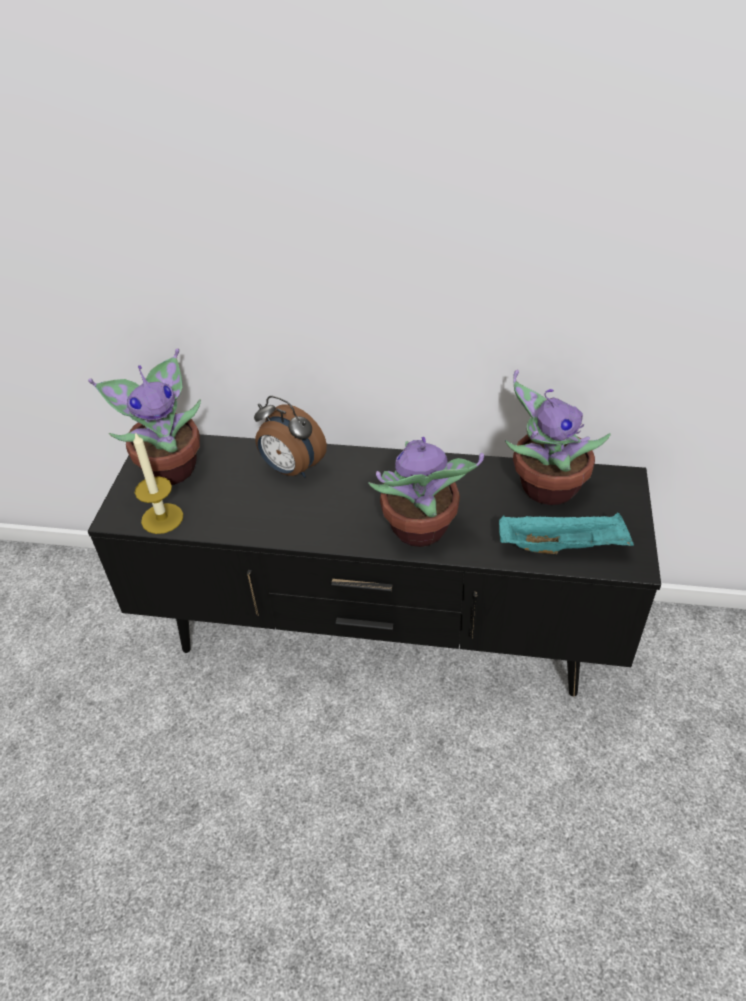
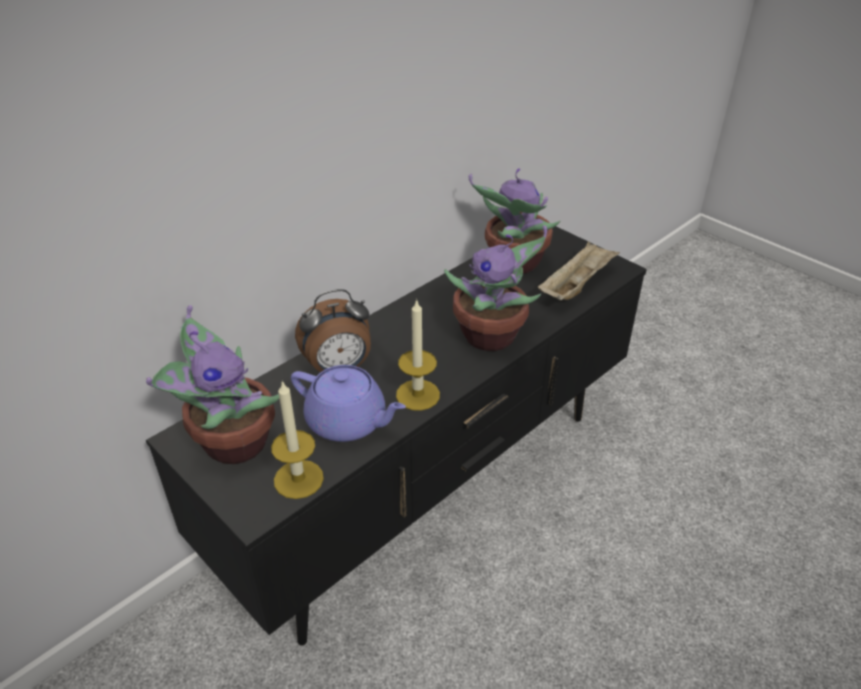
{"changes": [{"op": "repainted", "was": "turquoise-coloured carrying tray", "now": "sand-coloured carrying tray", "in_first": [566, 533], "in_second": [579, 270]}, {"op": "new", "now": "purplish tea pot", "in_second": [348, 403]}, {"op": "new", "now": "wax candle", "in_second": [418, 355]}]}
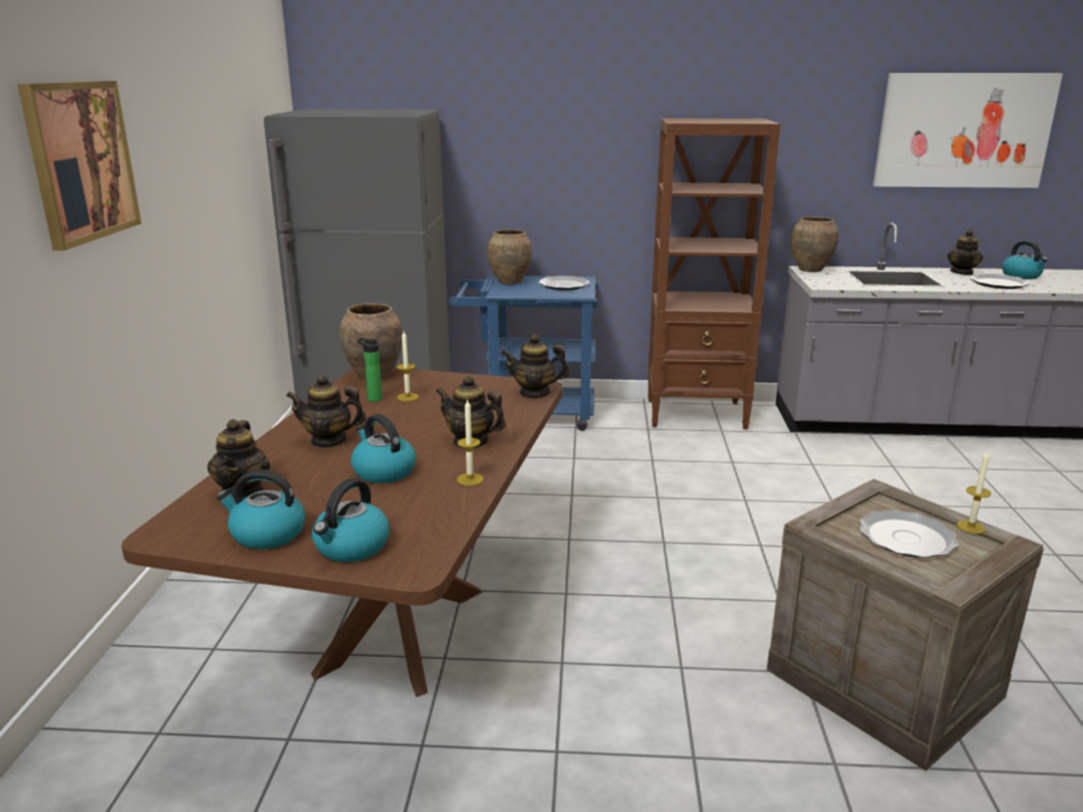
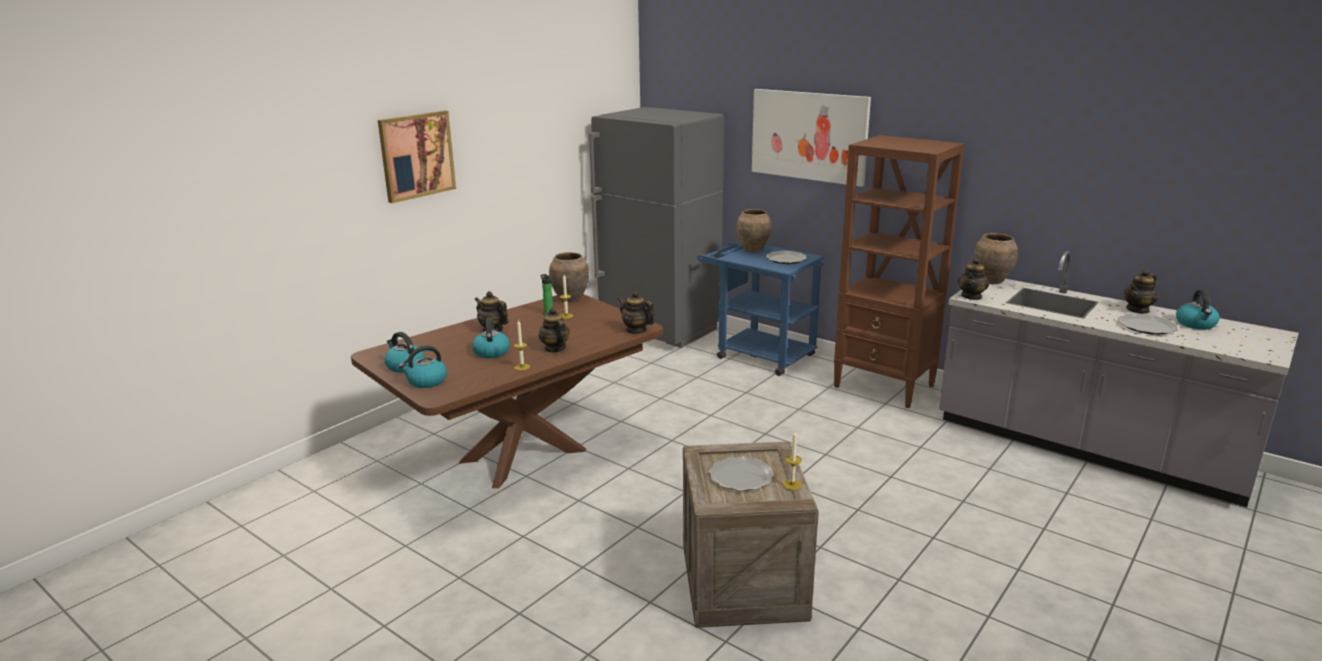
{"changes": [{"op": "shifted", "was": "tea pot", "in_first": [238, 458], "in_second": [973, 279]}, {"op": "shifted", "was": "picture", "in_first": [968, 130], "in_second": [811, 138]}]}
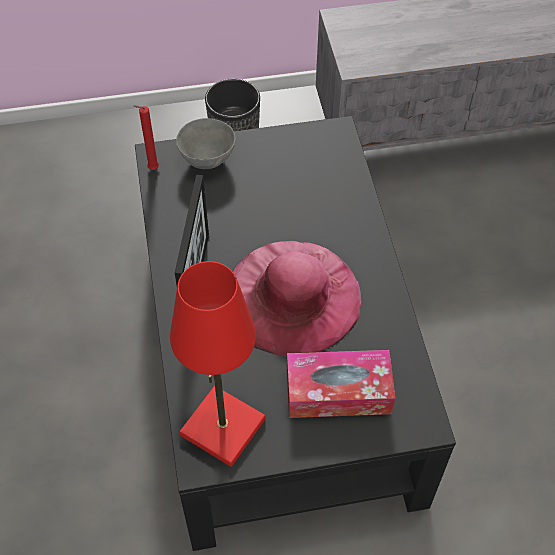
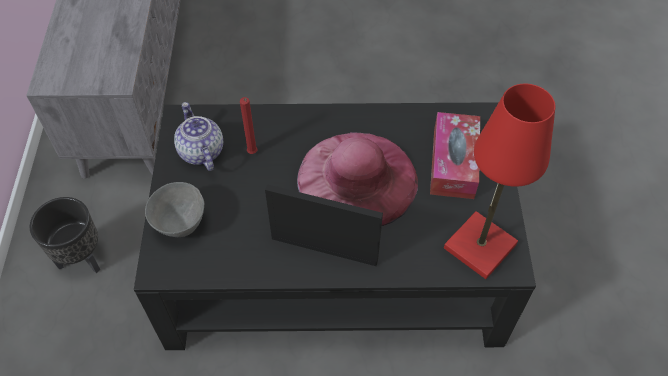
{"changes": [{"op": "shifted", "was": "reddish wax candle", "in_first": [146, 137], "in_second": [248, 125]}, {"op": "new", "now": "tea pot", "in_second": [198, 136]}]}
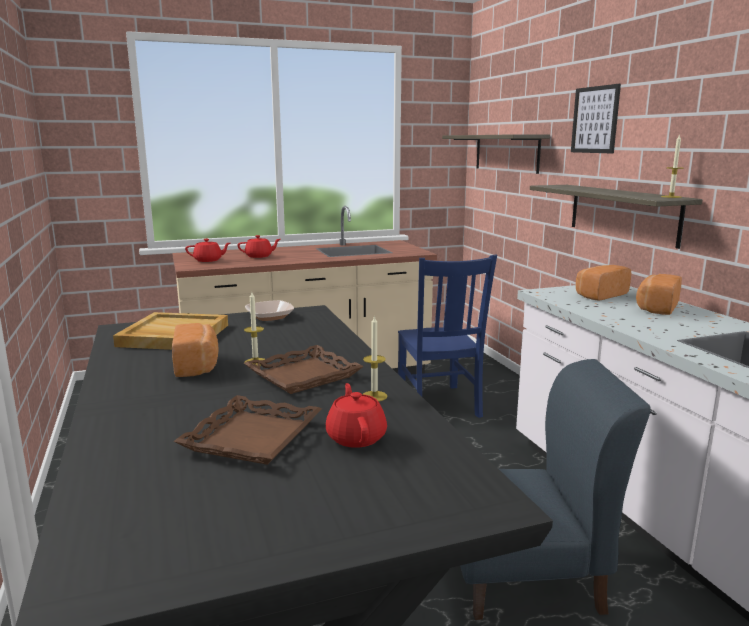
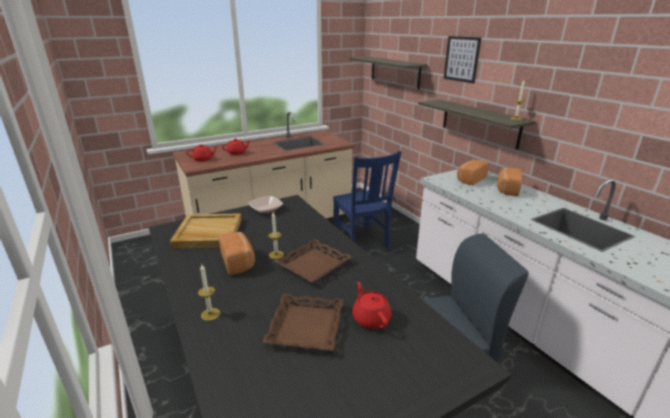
{"changes": [{"op": "shifted", "was": "wax candle", "in_first": [375, 358], "in_second": [209, 292]}]}
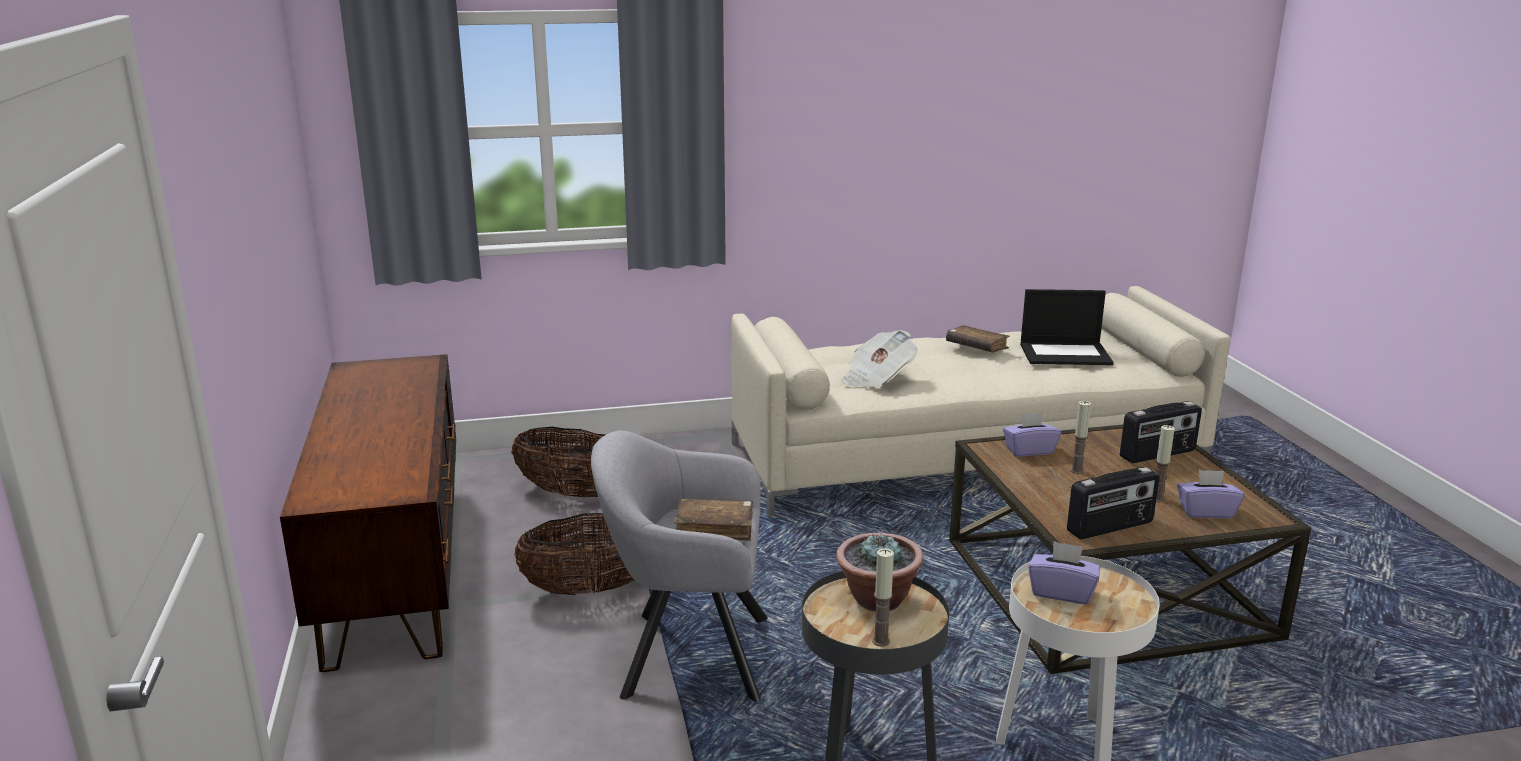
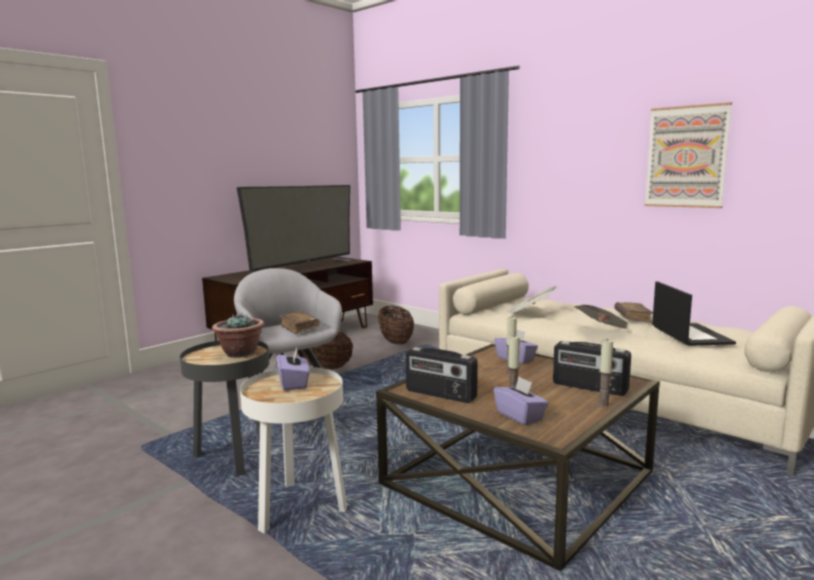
{"changes": [{"op": "shifted", "was": "wax candle", "in_first": [883, 598], "in_second": [605, 373]}, {"op": "rotated", "was": "portable computer", "in_first": [1067, 327], "in_second": [694, 314], "clockwise": -150}, {"op": "new", "now": "television", "in_second": [294, 228]}, {"op": "new", "now": "daily paper", "in_second": [601, 317]}, {"op": "new", "now": "picture", "in_second": [688, 155]}]}
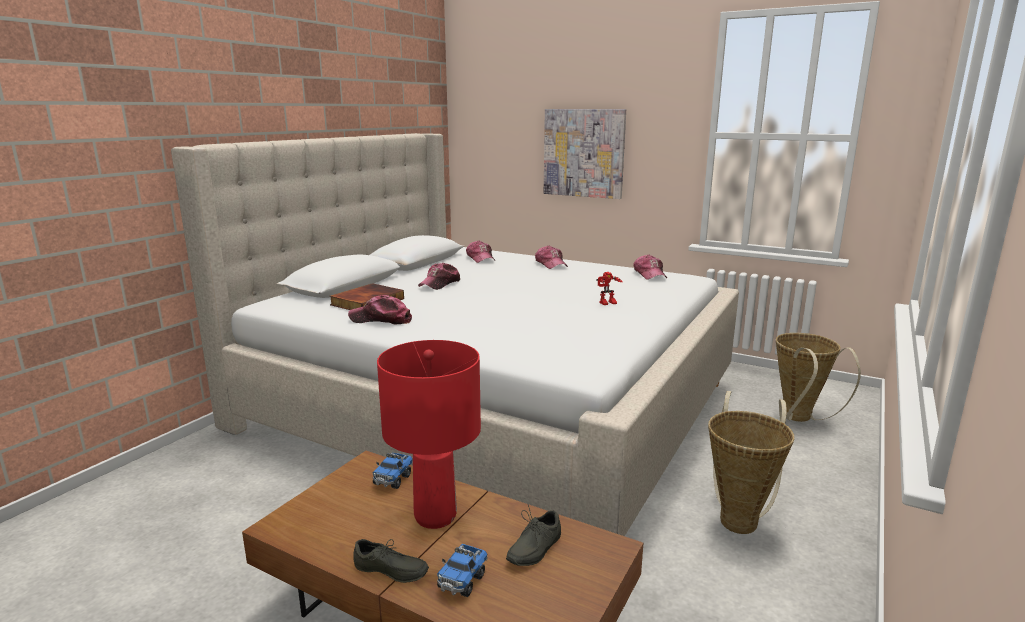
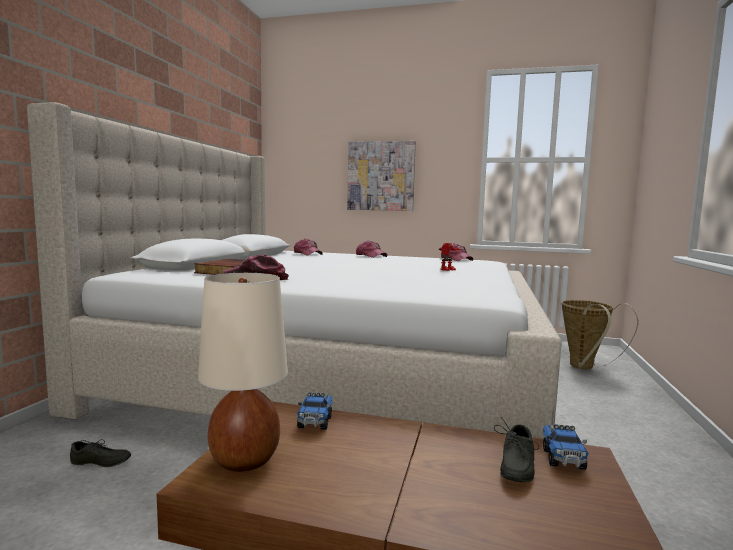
{"changes": [{"op": "shifted", "was": "gray low shoe", "in_first": [391, 561], "in_second": [100, 453]}, {"op": "gone", "was": "reddish tabletop lamp", "in_first": [429, 434]}, {"op": "gone", "was": "baseball cap", "in_first": [439, 276]}, {"op": "shifted", "was": "toy truck", "in_first": [462, 570], "in_second": [566, 447]}, {"op": "gone", "was": "basket", "in_first": [751, 462]}, {"op": "new", "now": "sand-coloured tabletop lamp", "in_second": [243, 372]}]}
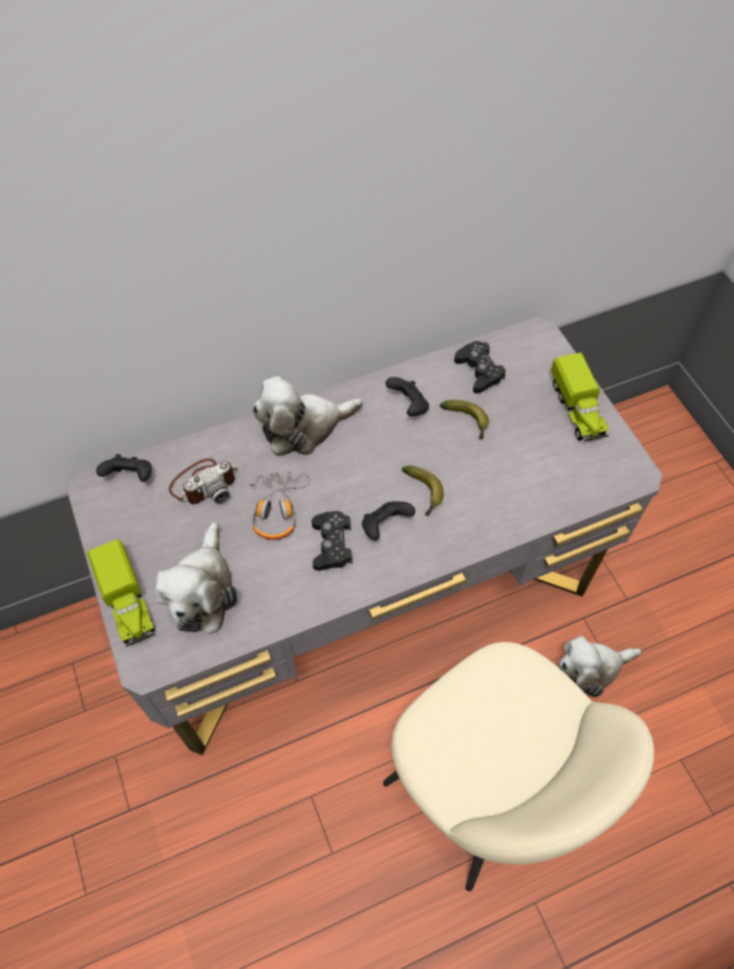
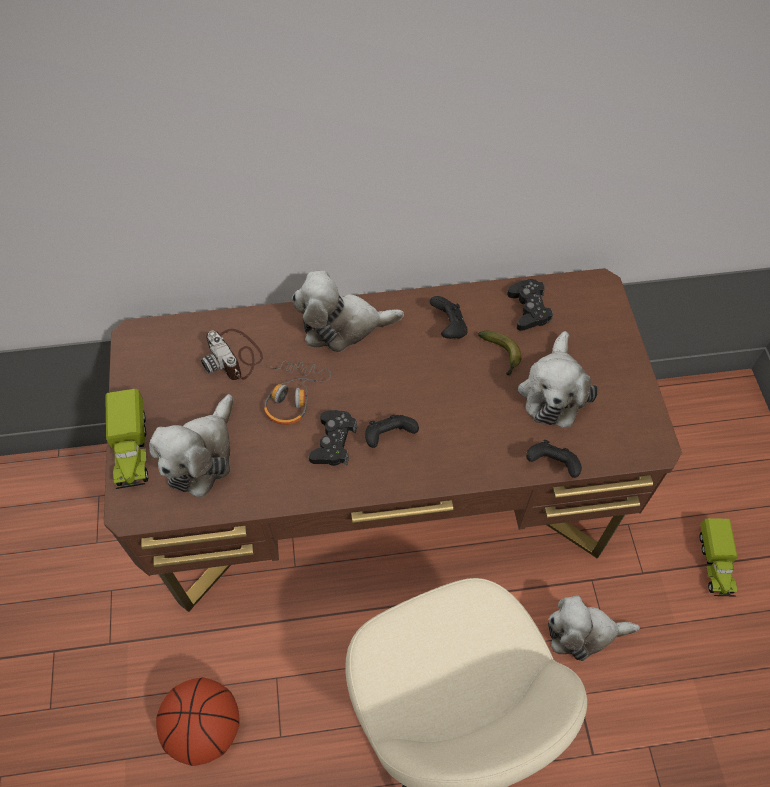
{"changes": [{"op": "repainted", "was": "gray desk table", "now": "brown desk table", "in_first": [364, 536], "in_second": [393, 440]}, {"op": "shifted", "was": "black-coloured game controller", "in_first": [124, 468], "in_second": [554, 459]}, {"op": "rotated", "was": "photo camera", "in_first": [203, 481], "in_second": [232, 354], "clockwise": 75}, {"op": "gone", "was": "whole banana", "in_first": [423, 491]}, {"op": "shifted", "was": "toy truck", "in_first": [580, 397], "in_second": [719, 557]}, {"op": "new", "now": "basketball ball", "in_second": [198, 722]}, {"op": "new", "now": "cuddly toy", "in_second": [558, 379]}]}
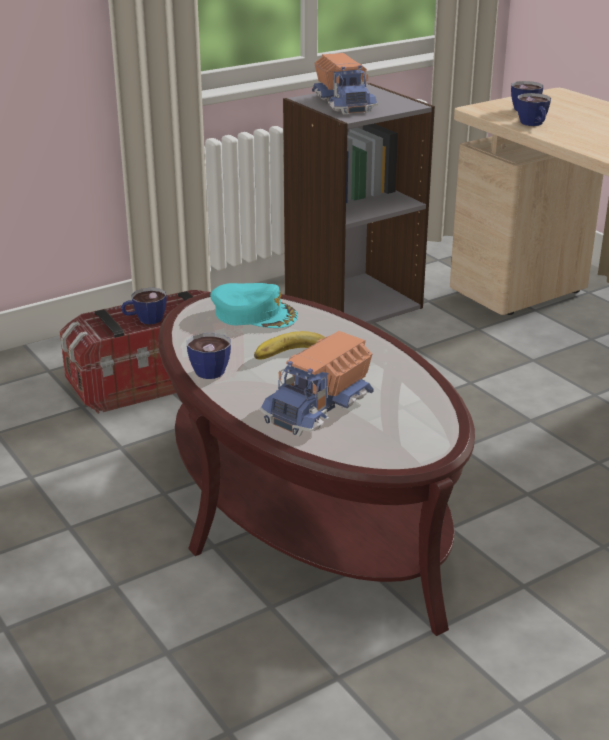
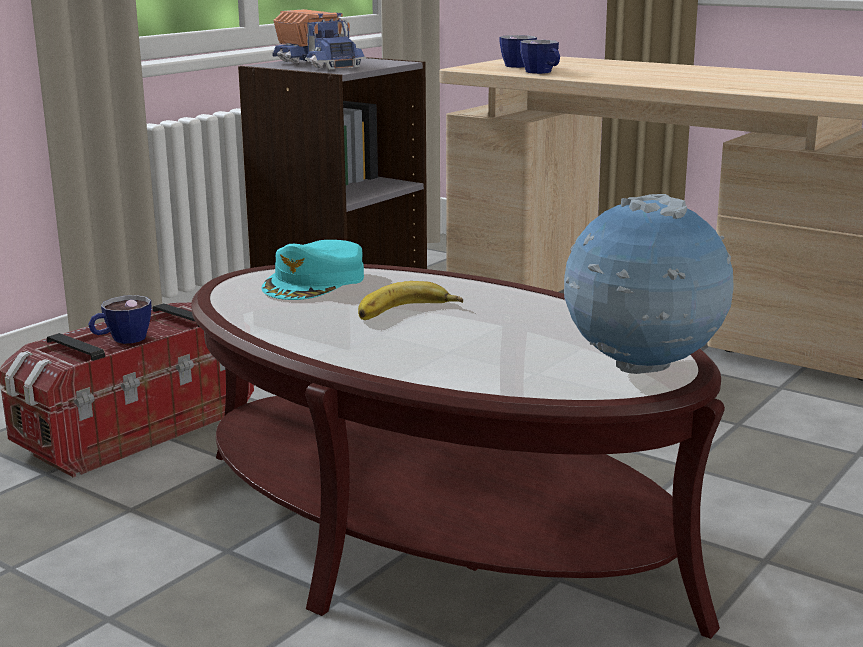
{"changes": [{"op": "gone", "was": "small cup", "in_first": [209, 356]}, {"op": "rotated", "was": "turquoise-coloured baseball cap", "in_first": [254, 305], "in_second": [312, 270], "clockwise": 120}, {"op": "gone", "was": "toy truck", "in_first": [317, 383]}, {"op": "new", "now": "world globe", "in_second": [649, 284]}]}
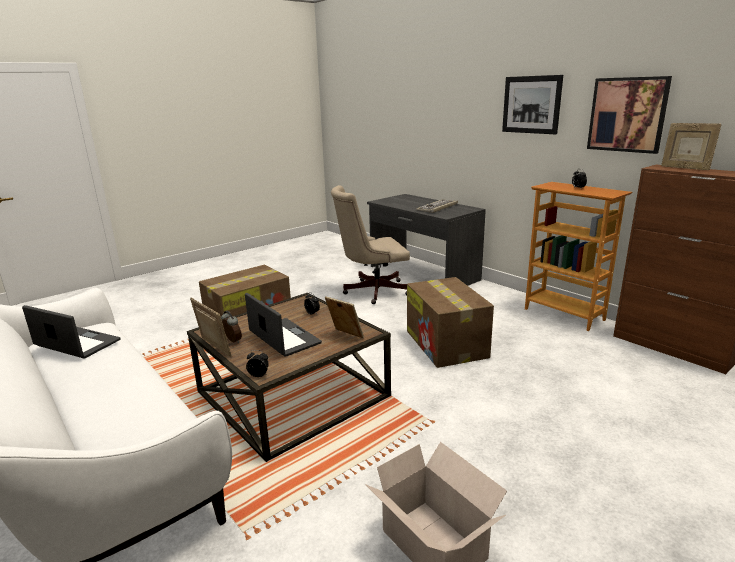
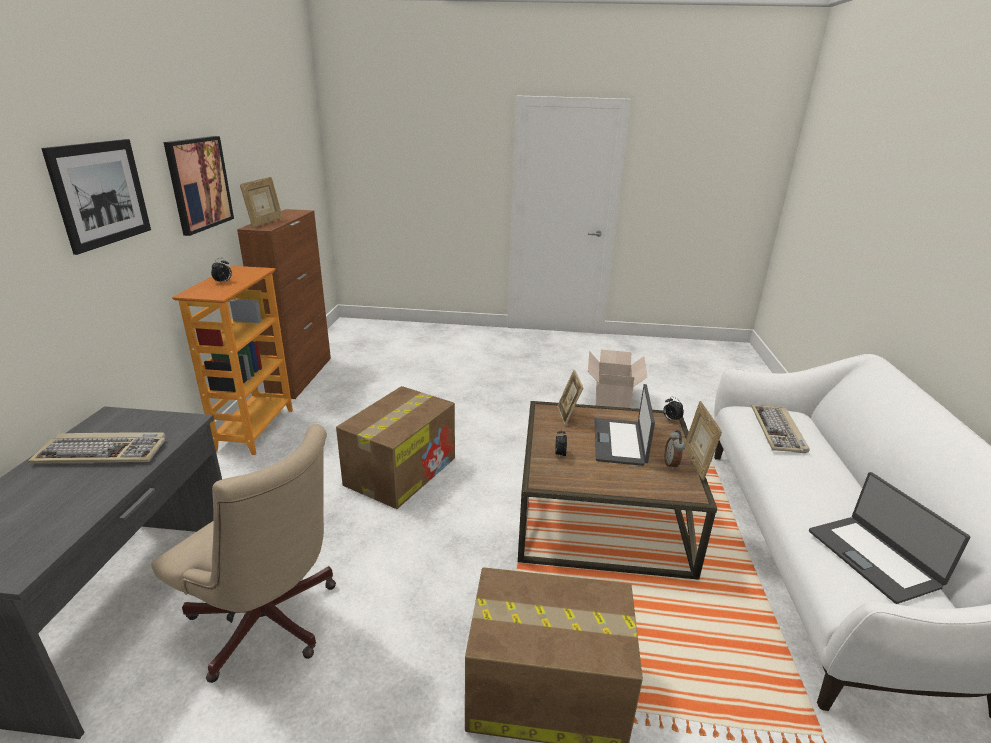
{"changes": [{"op": "new", "now": "computer keyboard", "in_second": [780, 429]}]}
